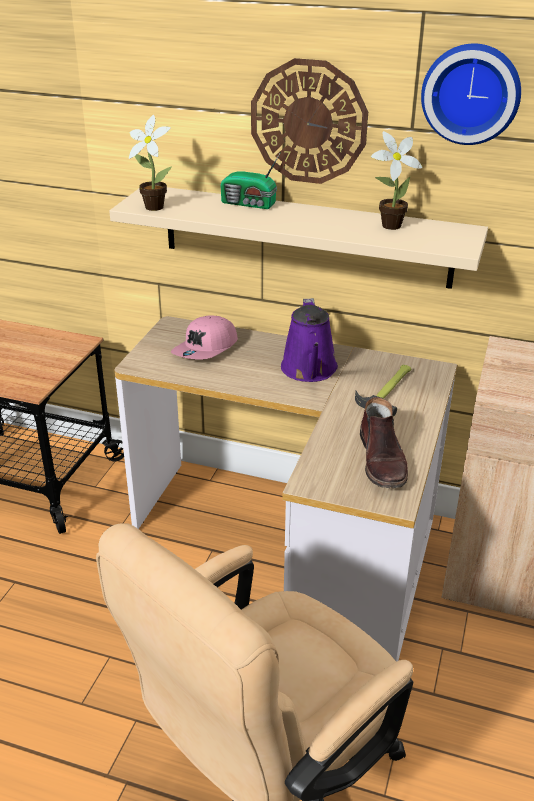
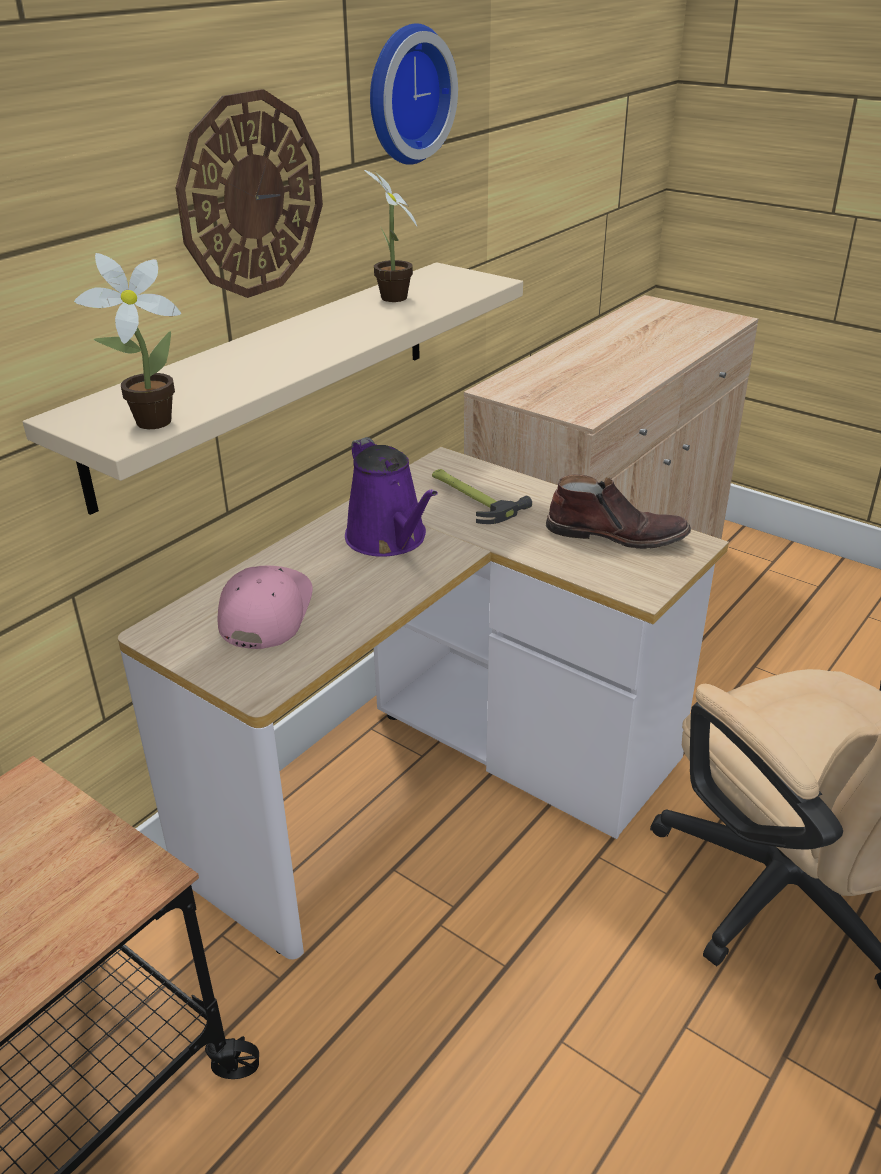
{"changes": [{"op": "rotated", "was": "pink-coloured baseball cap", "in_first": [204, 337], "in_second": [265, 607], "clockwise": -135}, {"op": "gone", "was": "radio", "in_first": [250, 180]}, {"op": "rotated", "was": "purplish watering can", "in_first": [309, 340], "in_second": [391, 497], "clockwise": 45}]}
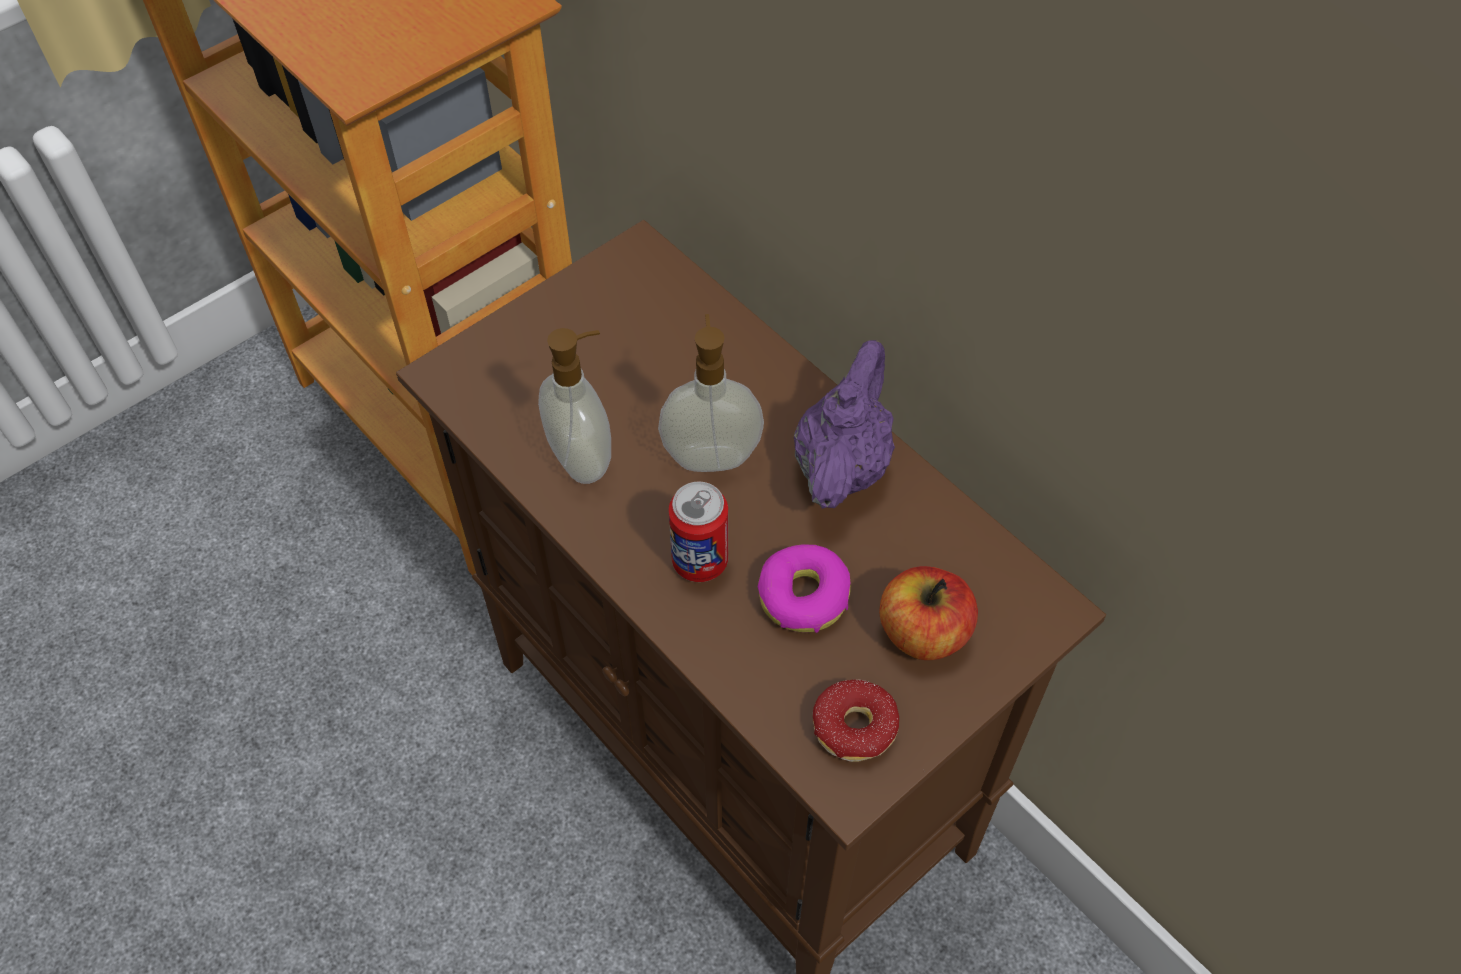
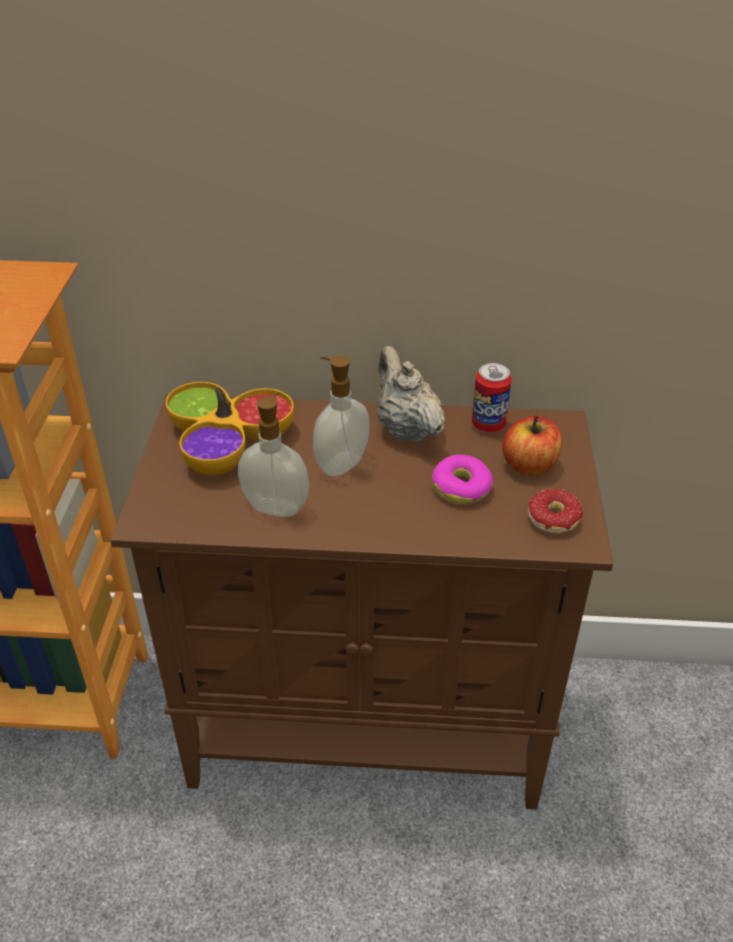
{"changes": [{"op": "shifted", "was": "can", "in_first": [698, 532], "in_second": [492, 397]}, {"op": "repainted", "was": "purplish tea pot", "now": "sand-coloured tea pot", "in_first": [844, 424], "in_second": [411, 394]}, {"op": "new", "now": "bowl", "in_second": [230, 428]}]}
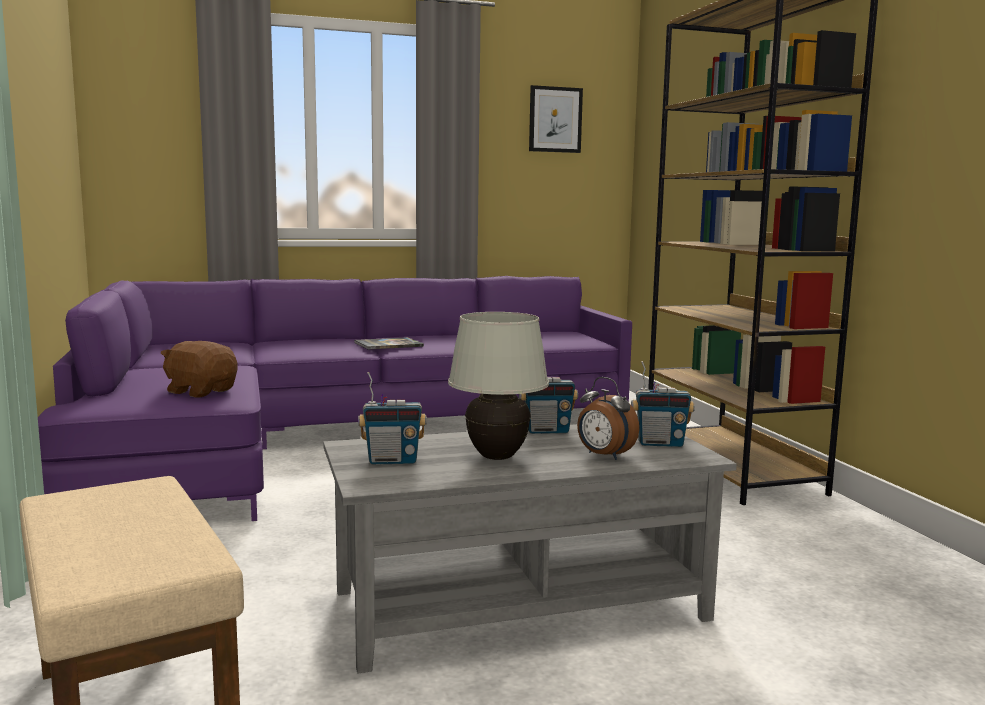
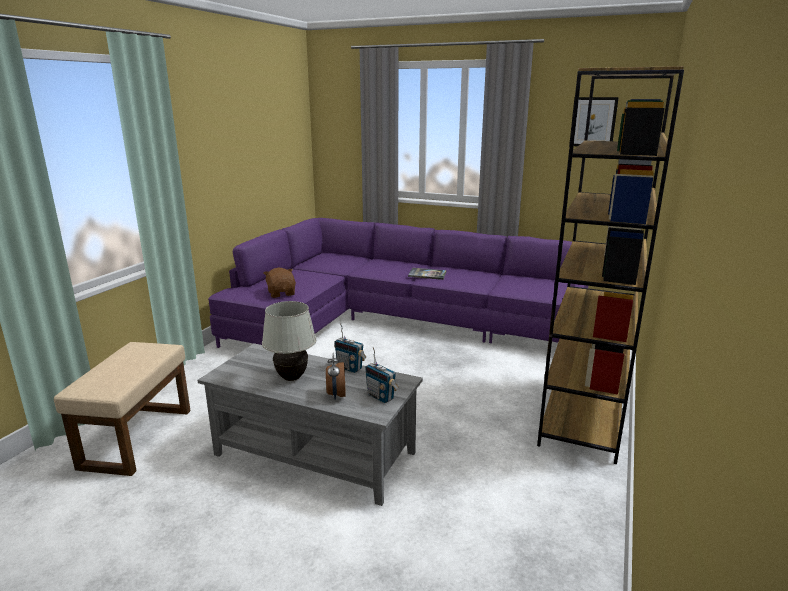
{"changes": [{"op": "gone", "was": "radio", "in_first": [392, 418]}]}
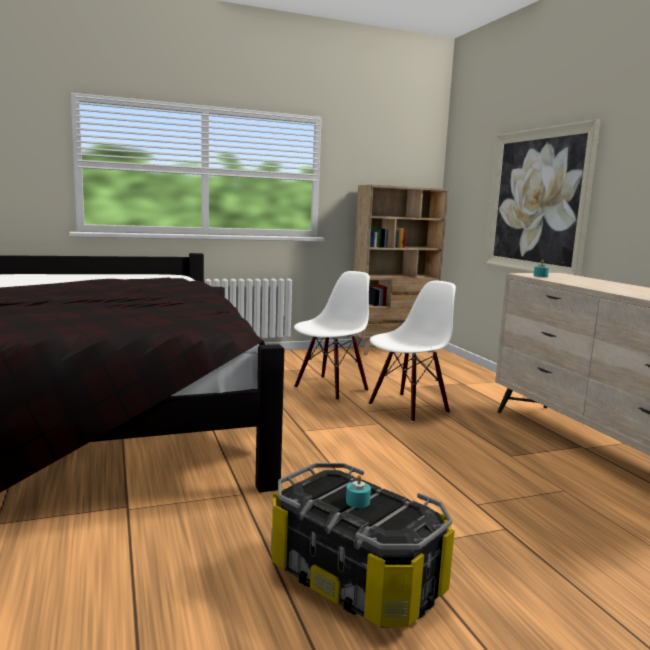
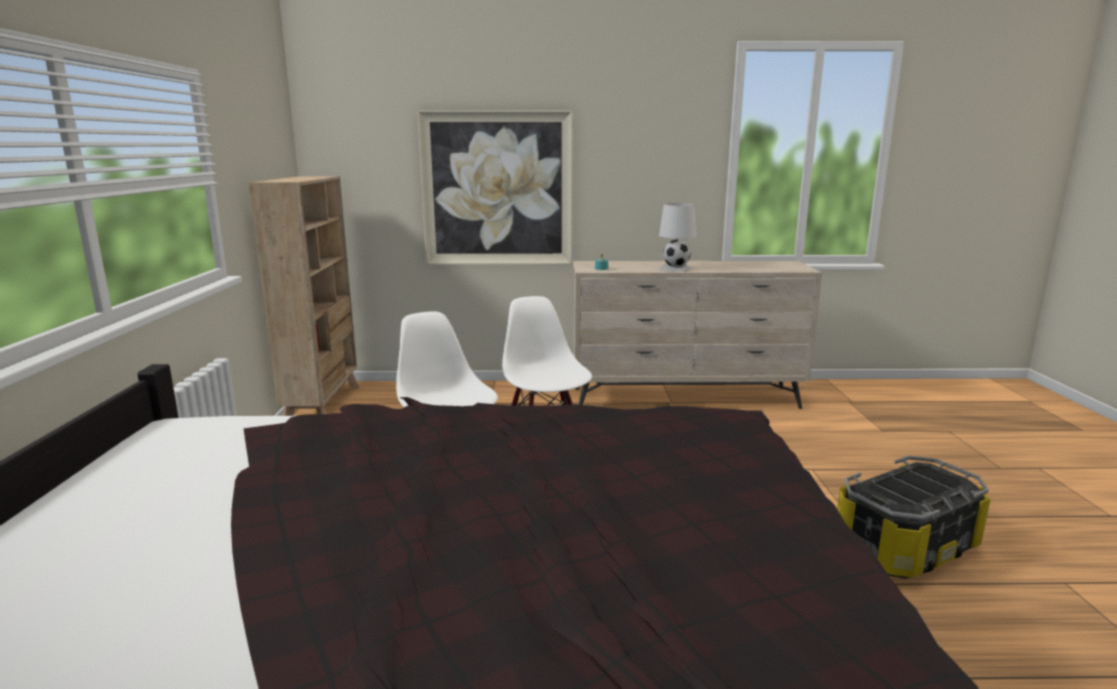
{"changes": [{"op": "gone", "was": "turquoise-coloured wax candle", "in_first": [358, 491]}, {"op": "new", "now": "white tabletop lamp", "in_second": [677, 237]}]}
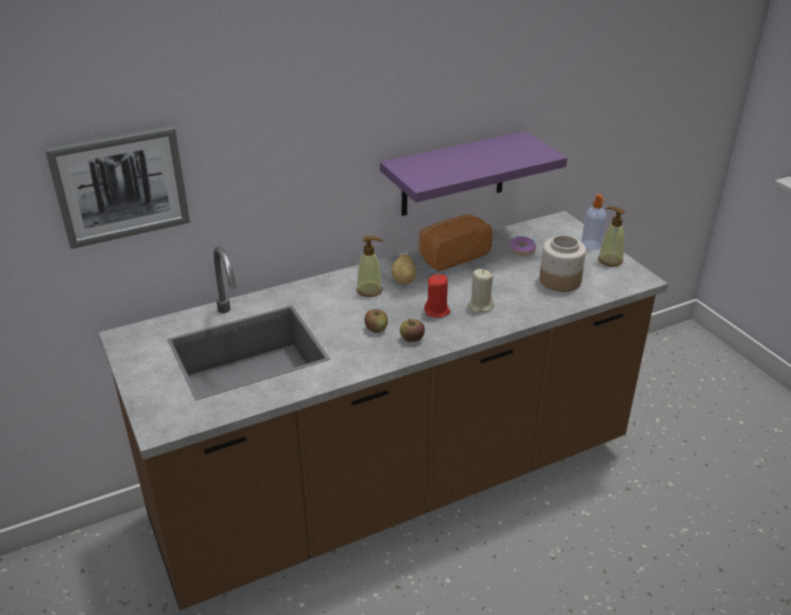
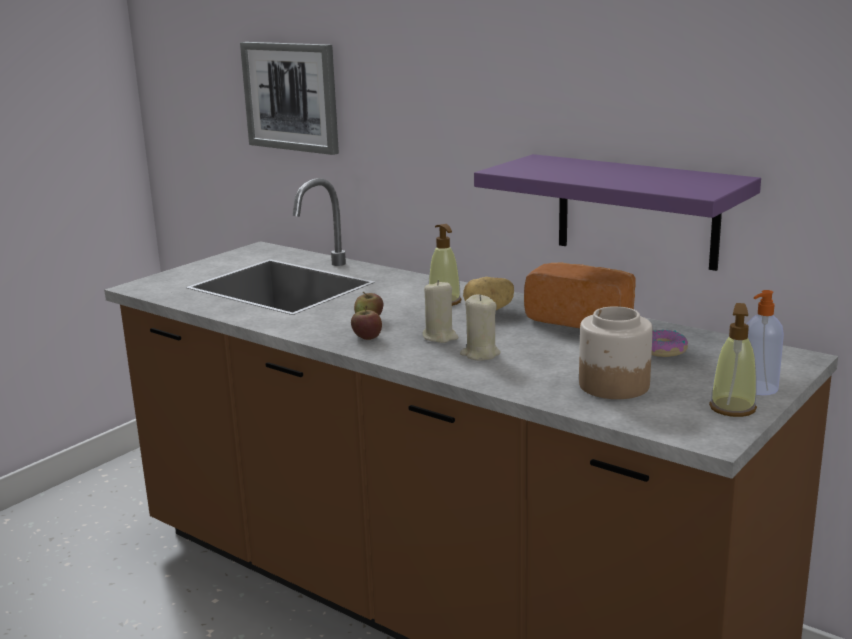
{"changes": [{"op": "repainted", "was": "reddish wax candle", "now": "sand-coloured wax candle", "in_first": [437, 296], "in_second": [440, 311]}]}
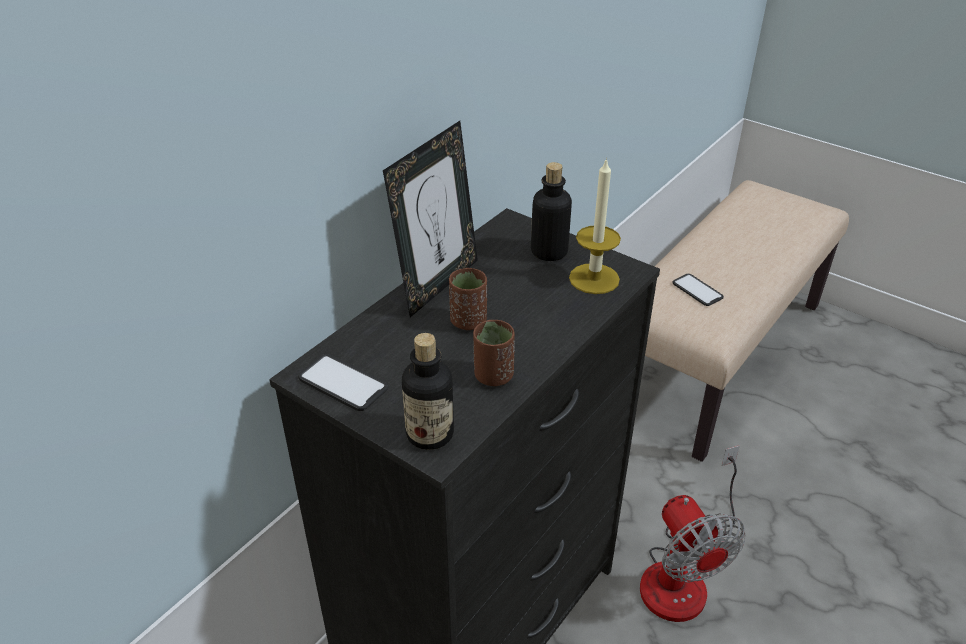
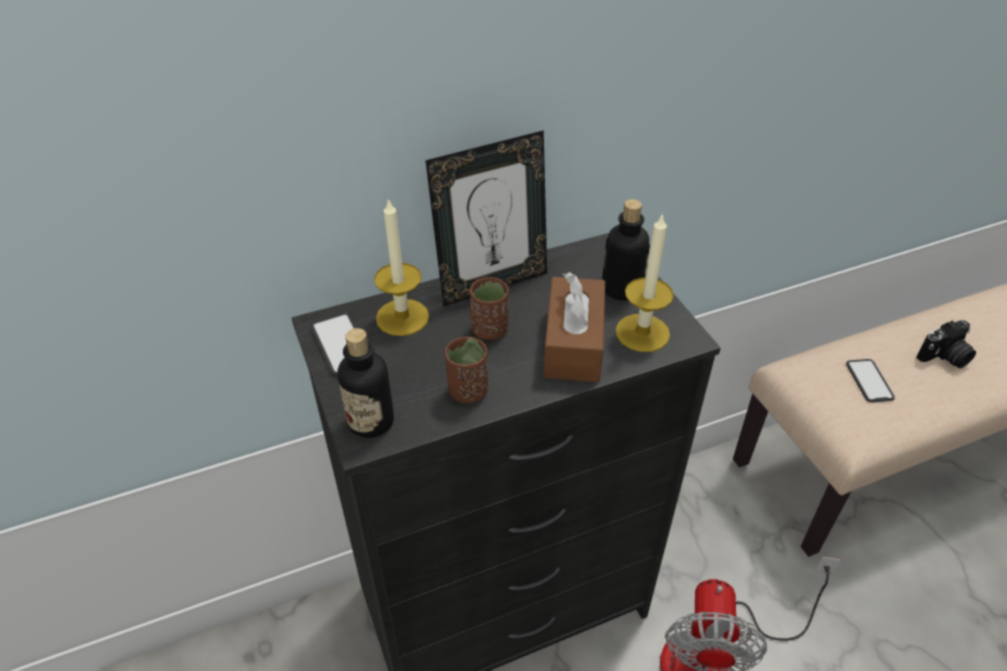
{"changes": [{"op": "new", "now": "wax candle", "in_second": [401, 267]}, {"op": "new", "now": "brown tissue box", "in_second": [574, 327]}, {"op": "new", "now": "photo camera", "in_second": [946, 344]}]}
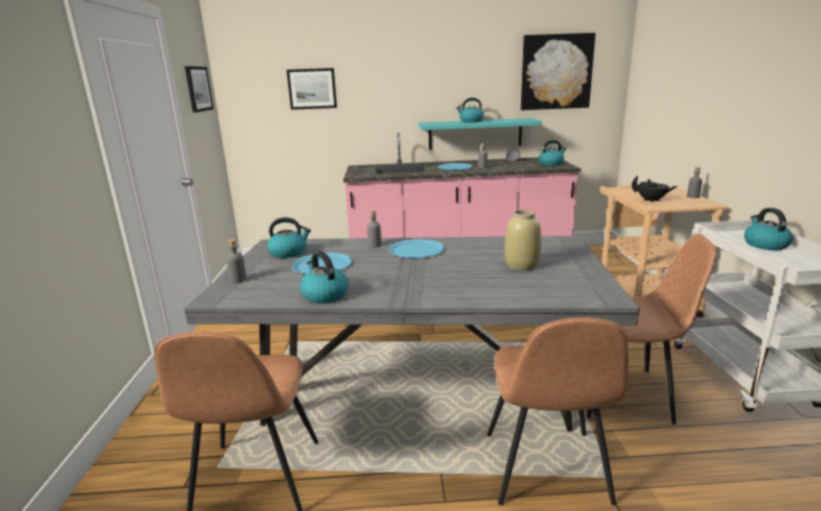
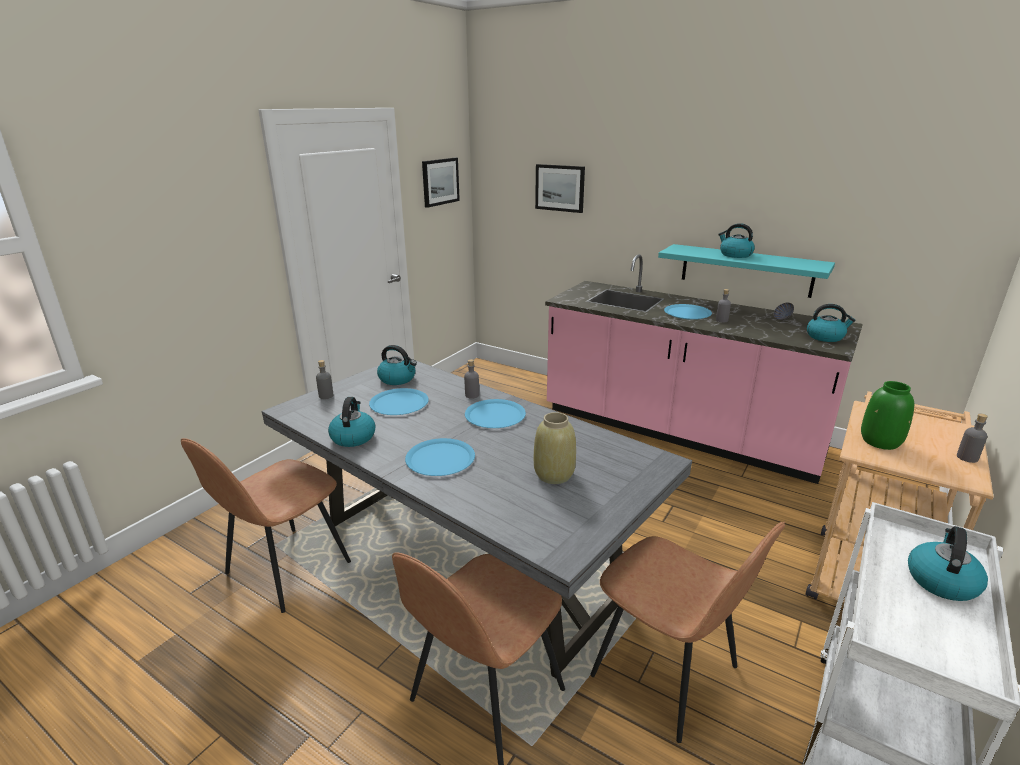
{"changes": [{"op": "gone", "was": "picture", "in_first": [558, 71]}, {"op": "swapped", "was": "black-coloured tea pot", "now": "green vase", "in_first": [654, 189], "in_second": [887, 415]}, {"op": "new", "now": "blue dinner plate", "in_second": [440, 457]}]}
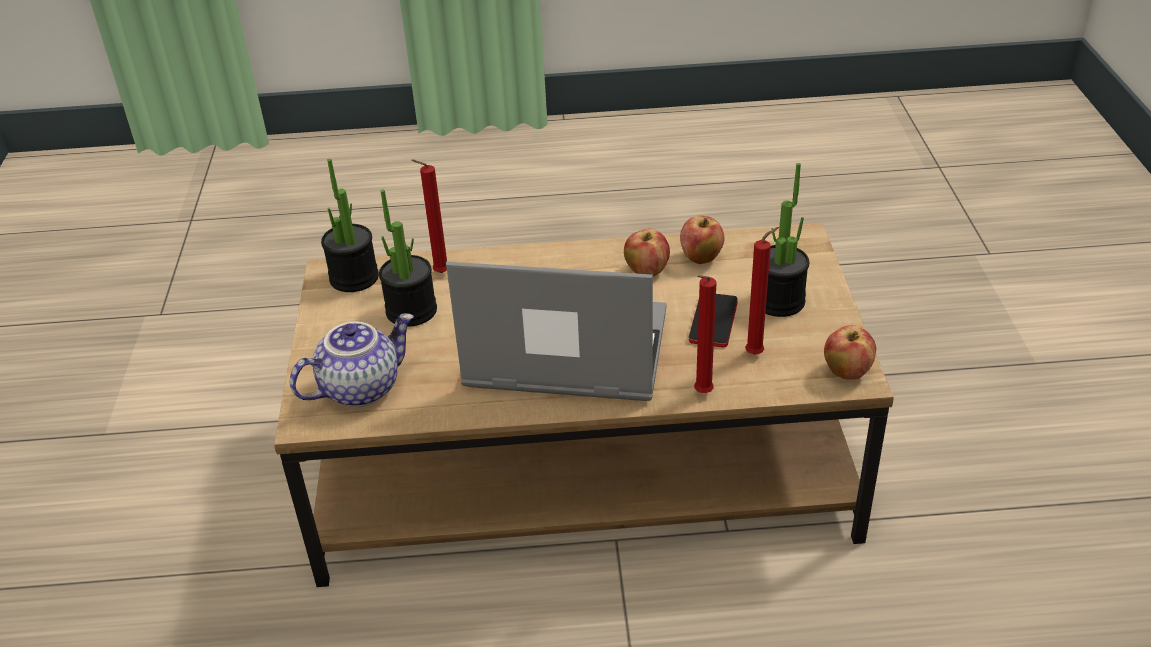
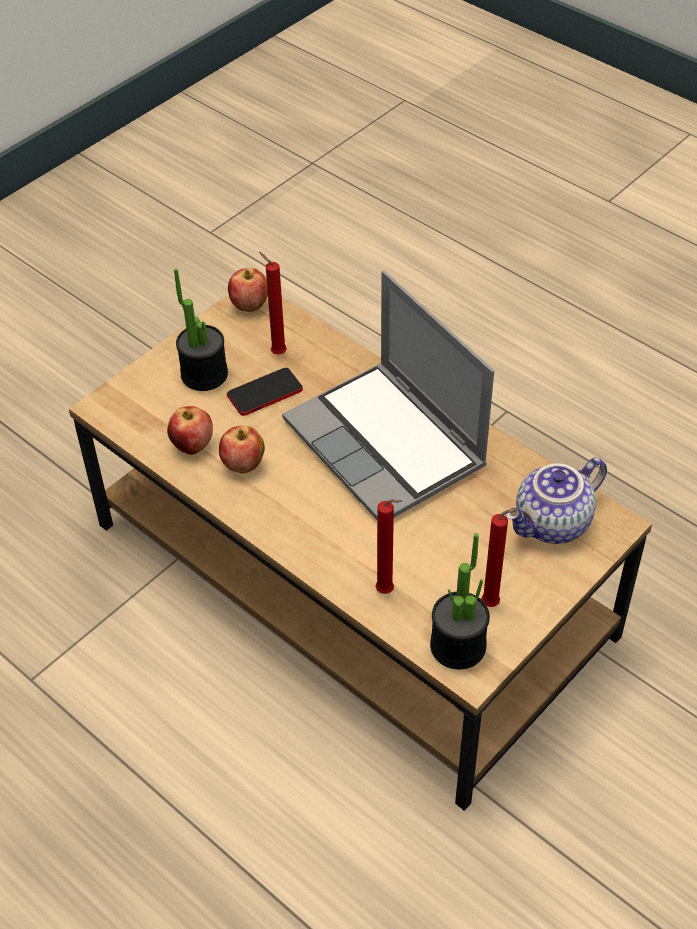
{"changes": [{"op": "rotated", "was": "tea pot", "in_first": [352, 360], "in_second": [556, 500], "clockwise": -45}, {"op": "gone", "was": "plant in a pot", "in_first": [408, 258]}, {"op": "shifted", "was": "reddish wax candle", "in_first": [705, 334], "in_second": [499, 558]}]}
